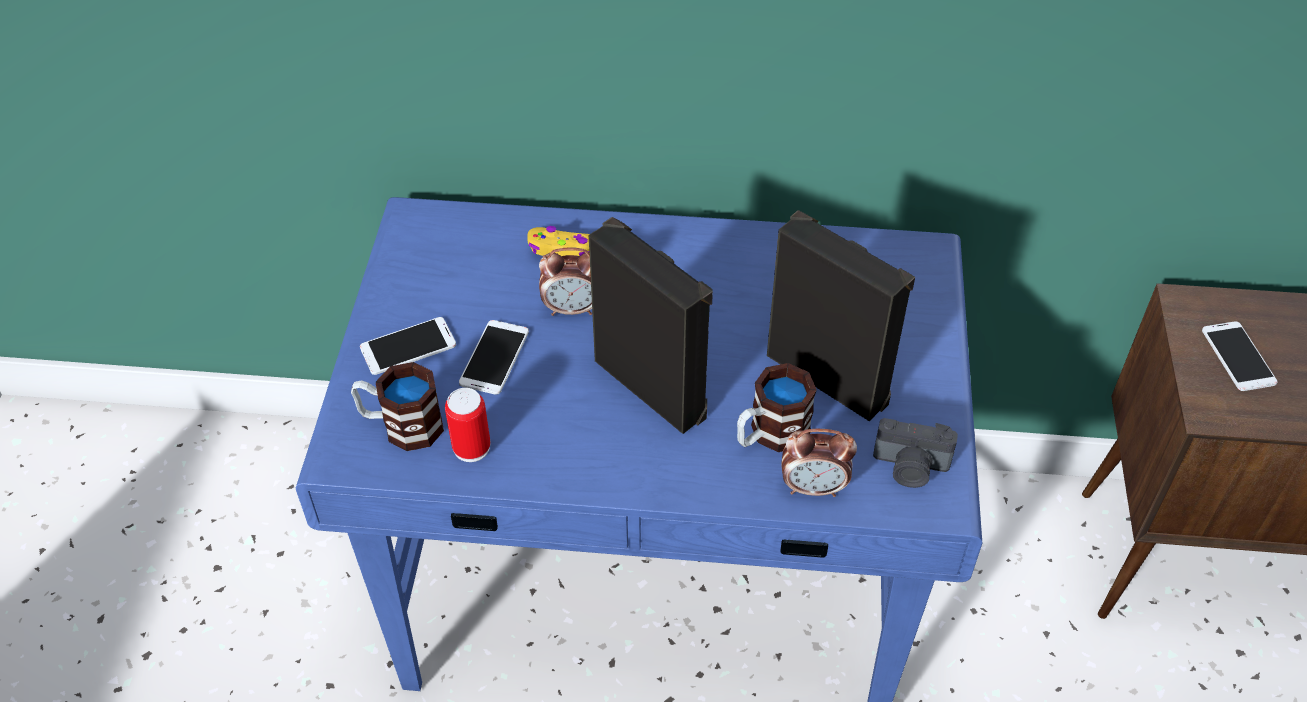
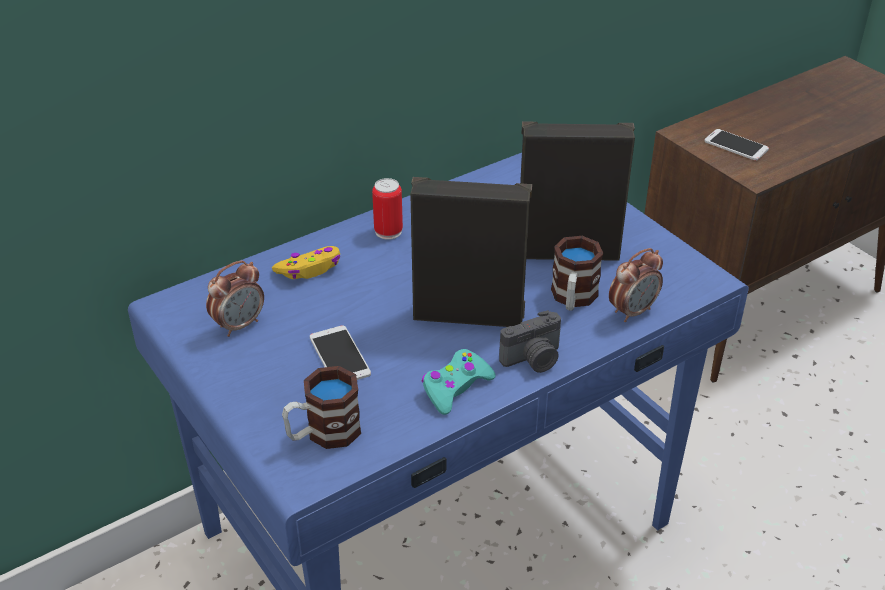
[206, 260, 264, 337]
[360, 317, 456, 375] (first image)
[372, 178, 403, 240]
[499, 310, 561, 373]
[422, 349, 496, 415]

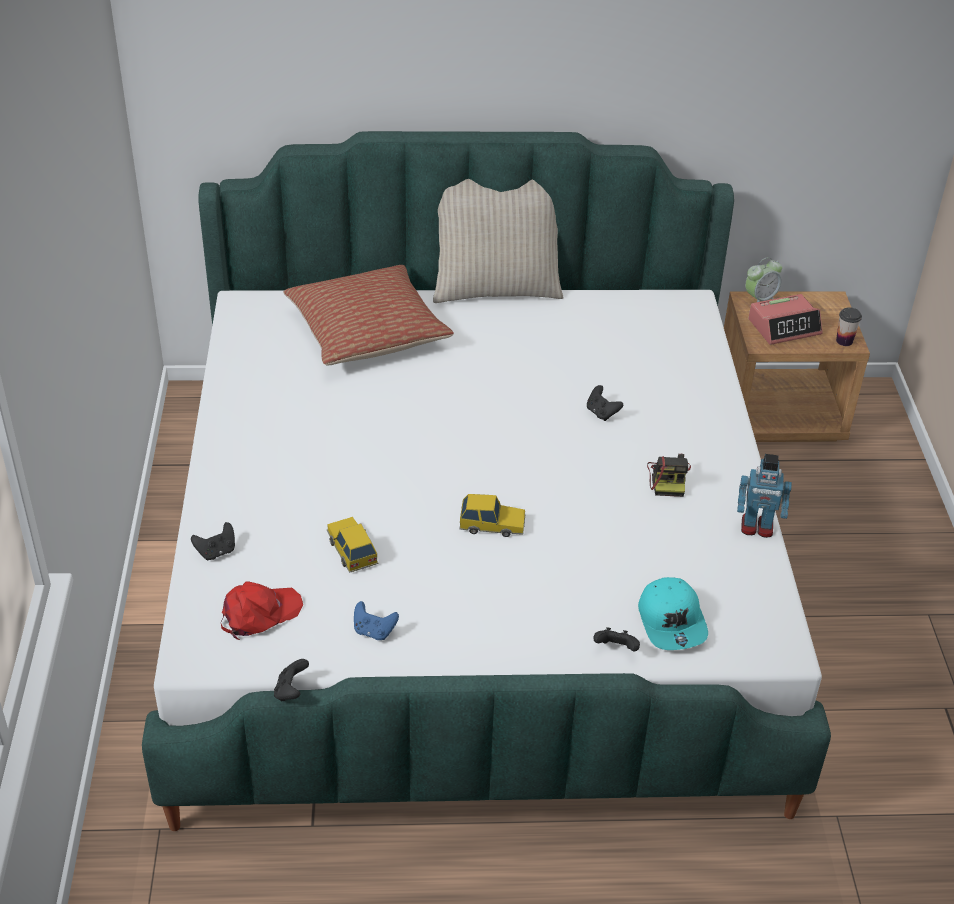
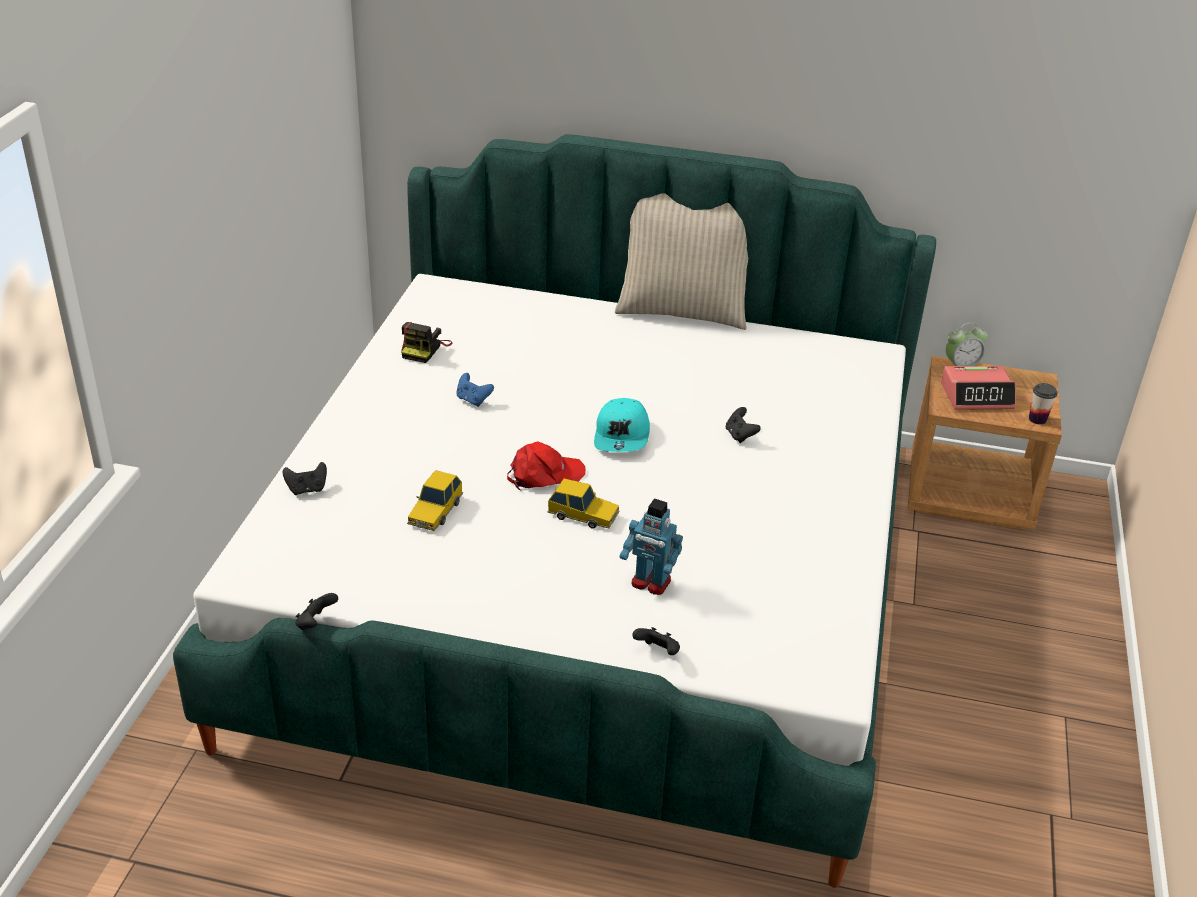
[284, 265, 454, 365] (first image)
[401, 322, 452, 363]
[620, 498, 683, 595]
[407, 470, 463, 531]
[594, 398, 650, 452]
[507, 441, 586, 490]
[456, 373, 494, 407]

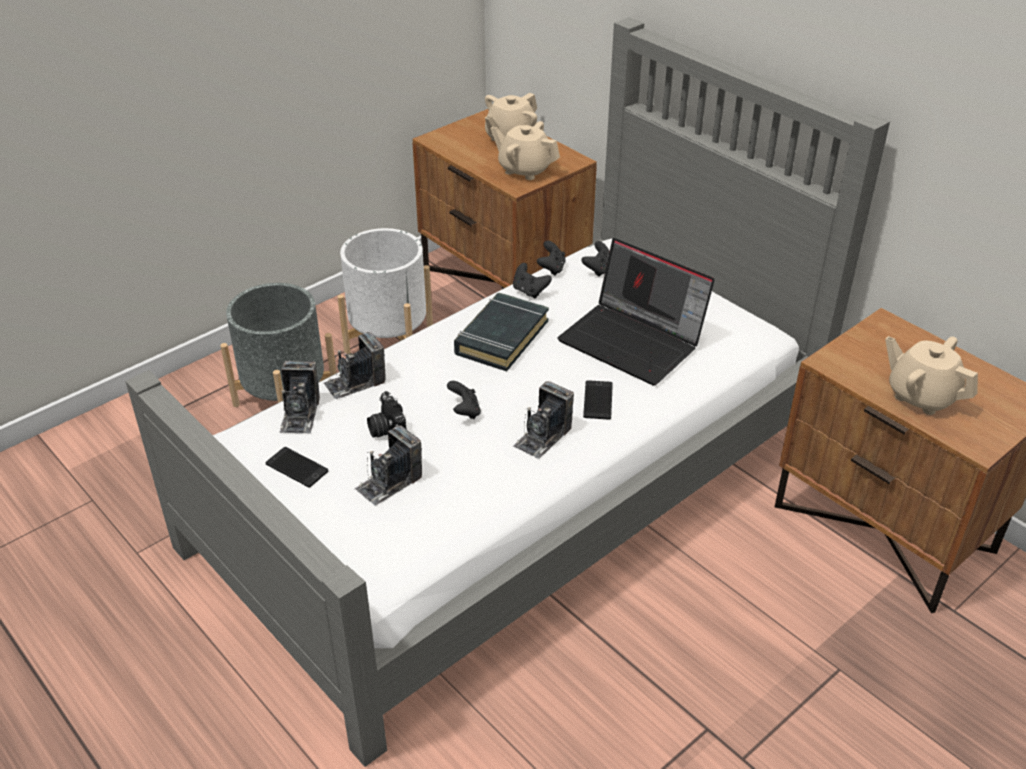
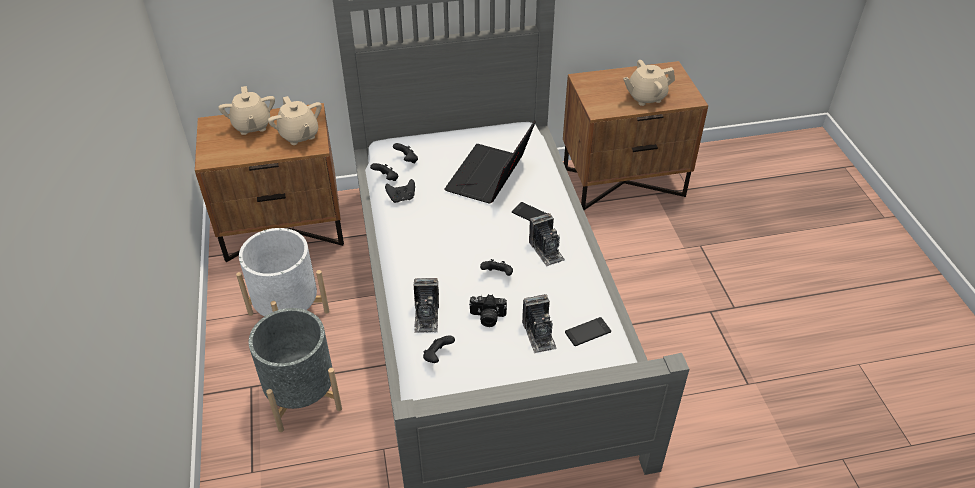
[268, 96, 322, 145]
[444, 120, 536, 204]
[454, 293, 549, 371] (first image)
[423, 335, 455, 363]
[565, 317, 611, 346]

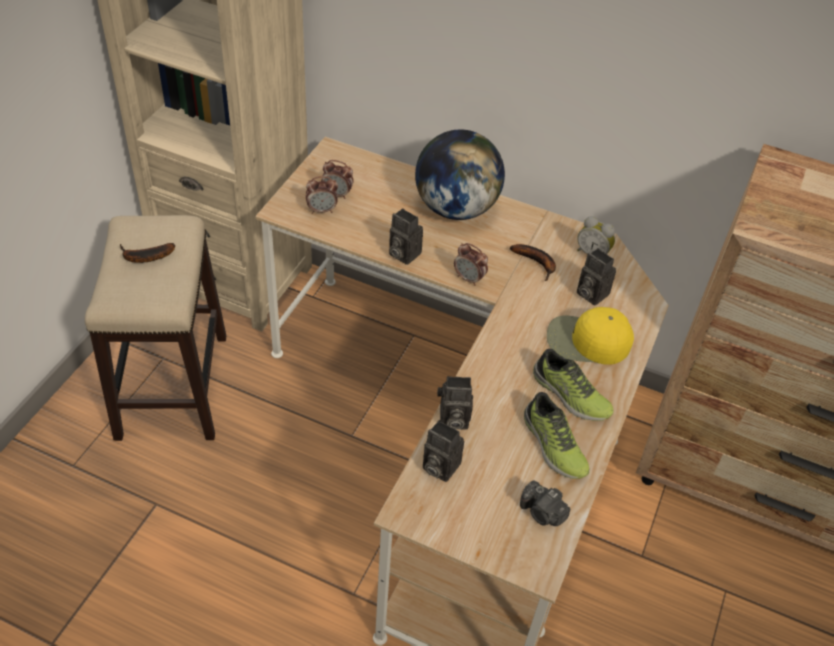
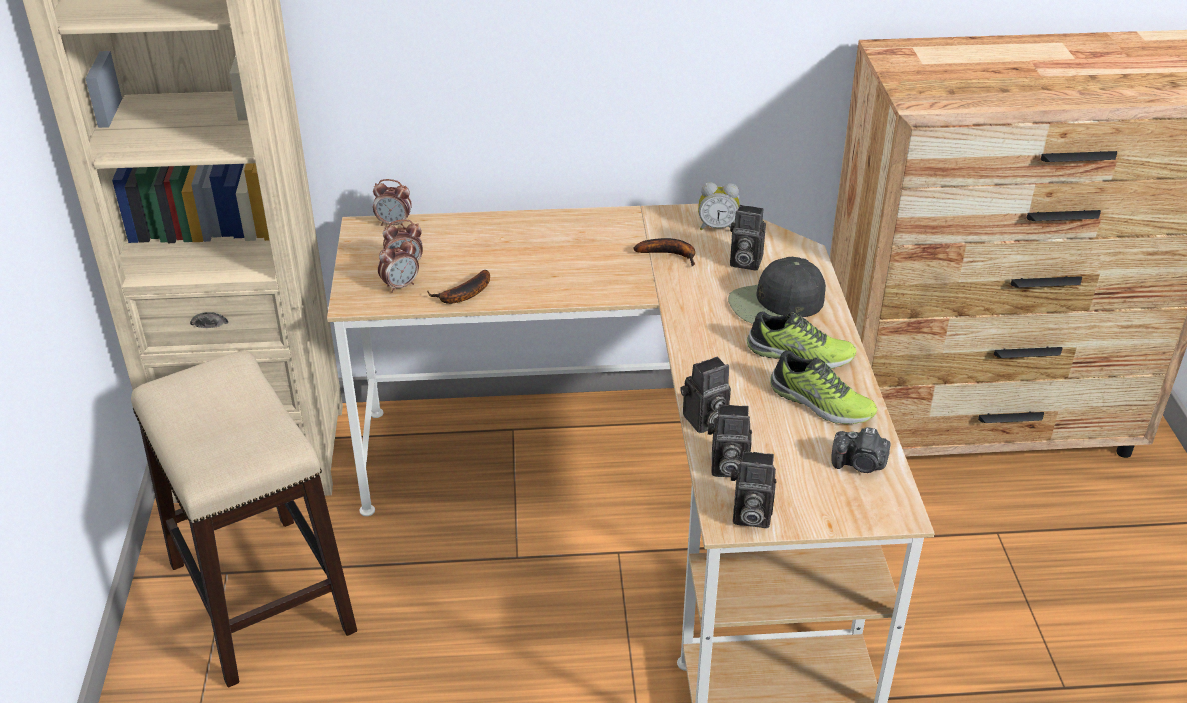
[415, 130, 505, 220] (first image)
[731, 451, 776, 528]
[427, 270, 490, 304]
[373, 179, 412, 228]
[728, 257, 826, 324]

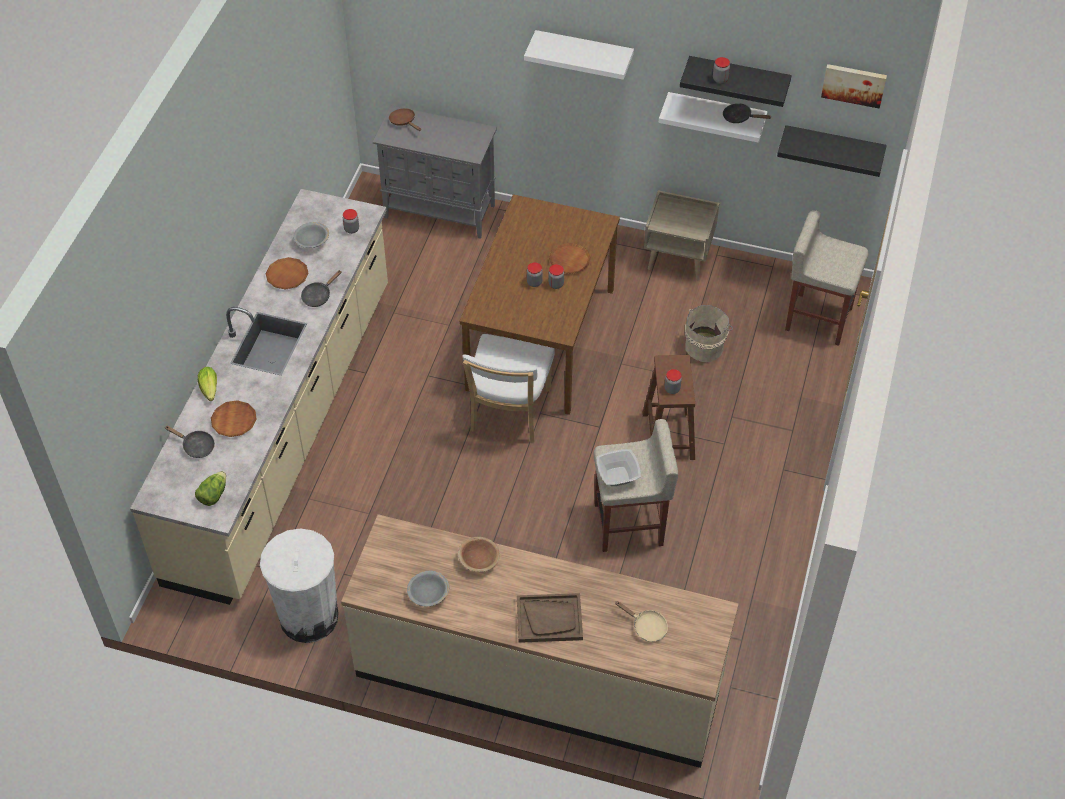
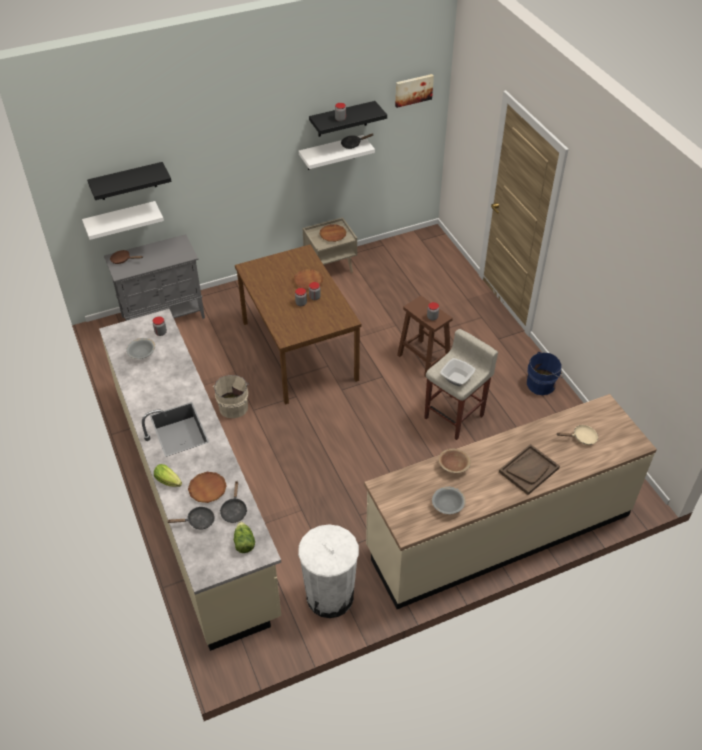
[82, 201, 164, 240]
[87, 162, 172, 200]
[785, 210, 868, 346] (first image)
[319, 224, 346, 242]
[220, 481, 247, 523]
[212, 375, 249, 418]
[463, 334, 555, 443] (first image)
[527, 351, 563, 395]

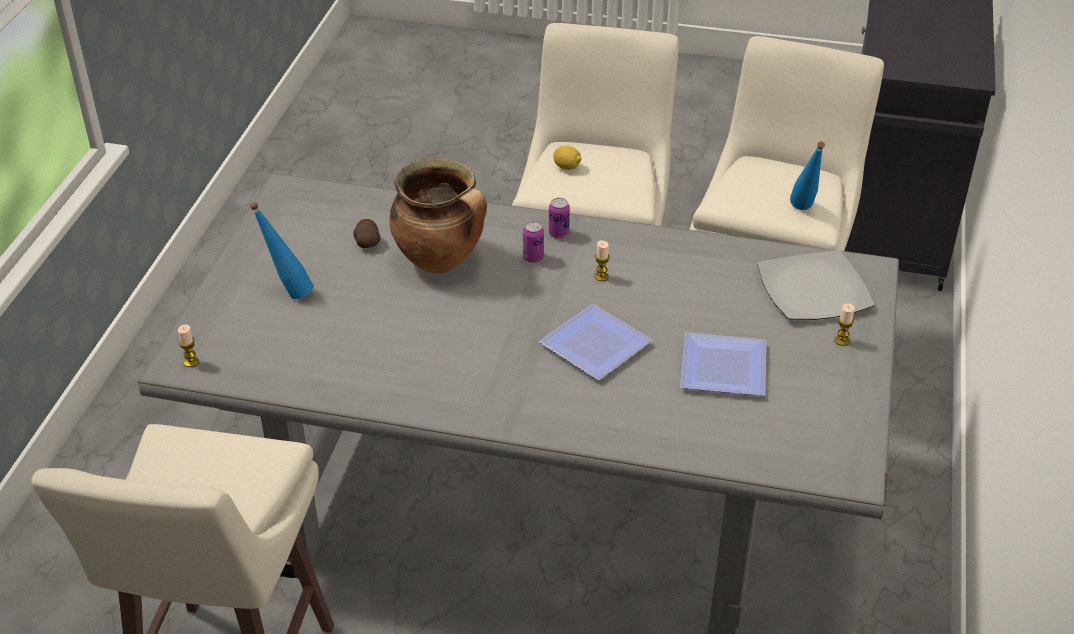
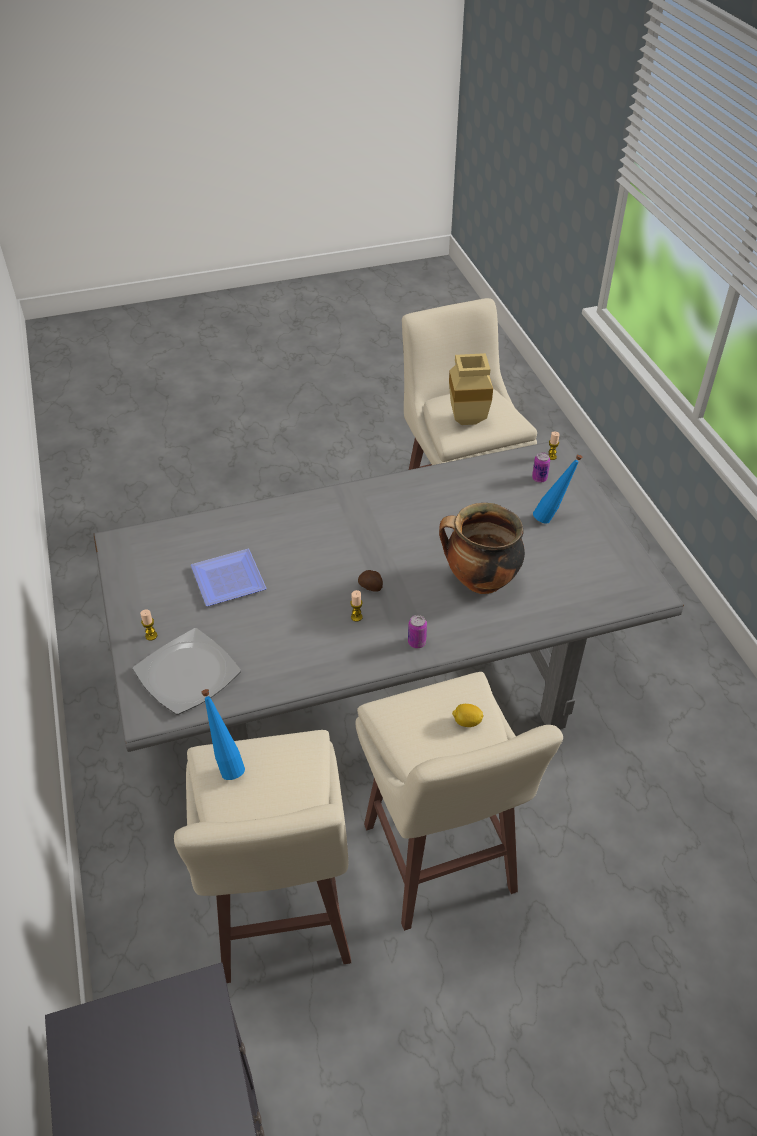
[358, 570, 383, 592]
[532, 452, 550, 483]
[539, 304, 652, 380] (first image)
[449, 353, 493, 425]

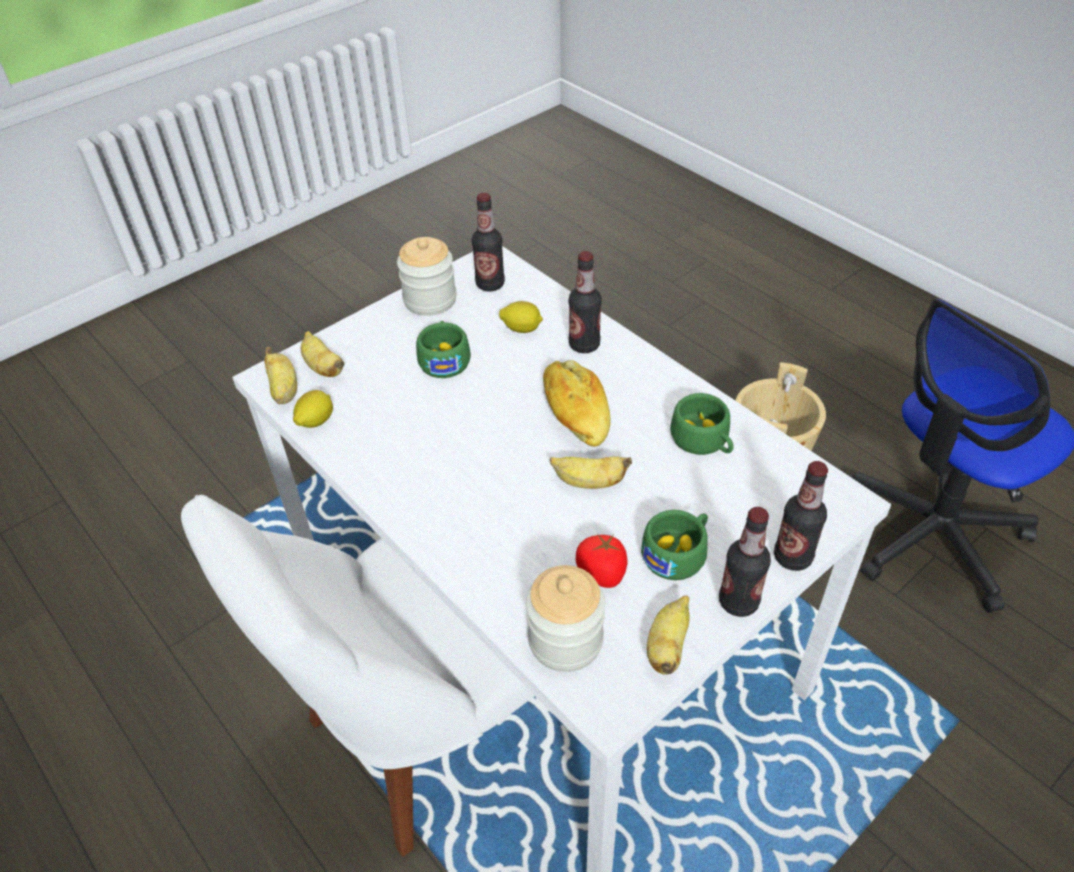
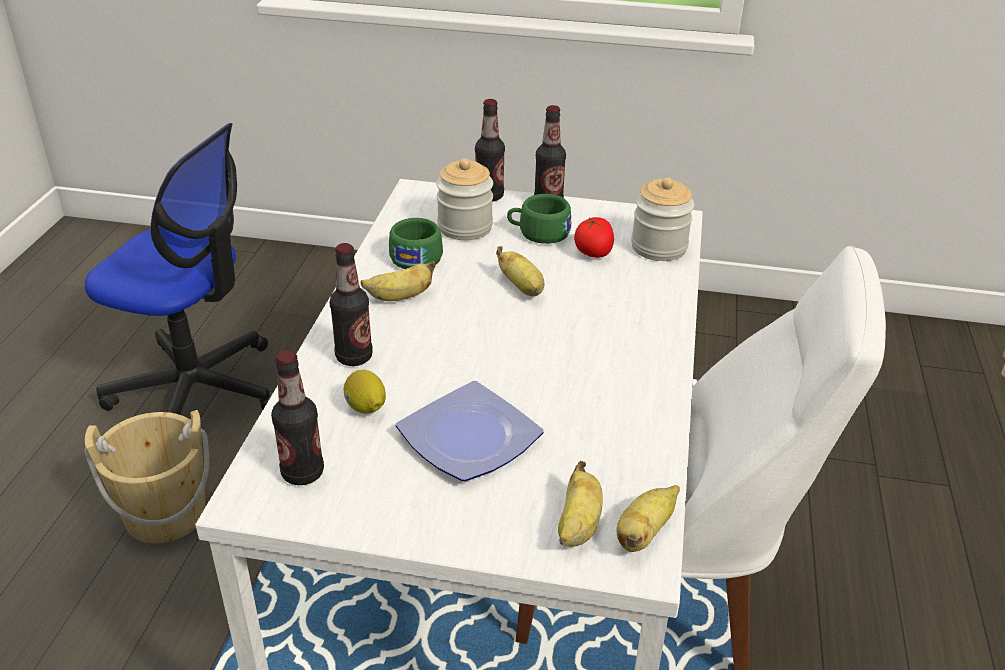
[436, 158, 493, 240]
[396, 381, 544, 481]
[543, 360, 610, 447] (first image)
[293, 390, 333, 428] (first image)
[361, 261, 435, 301]

